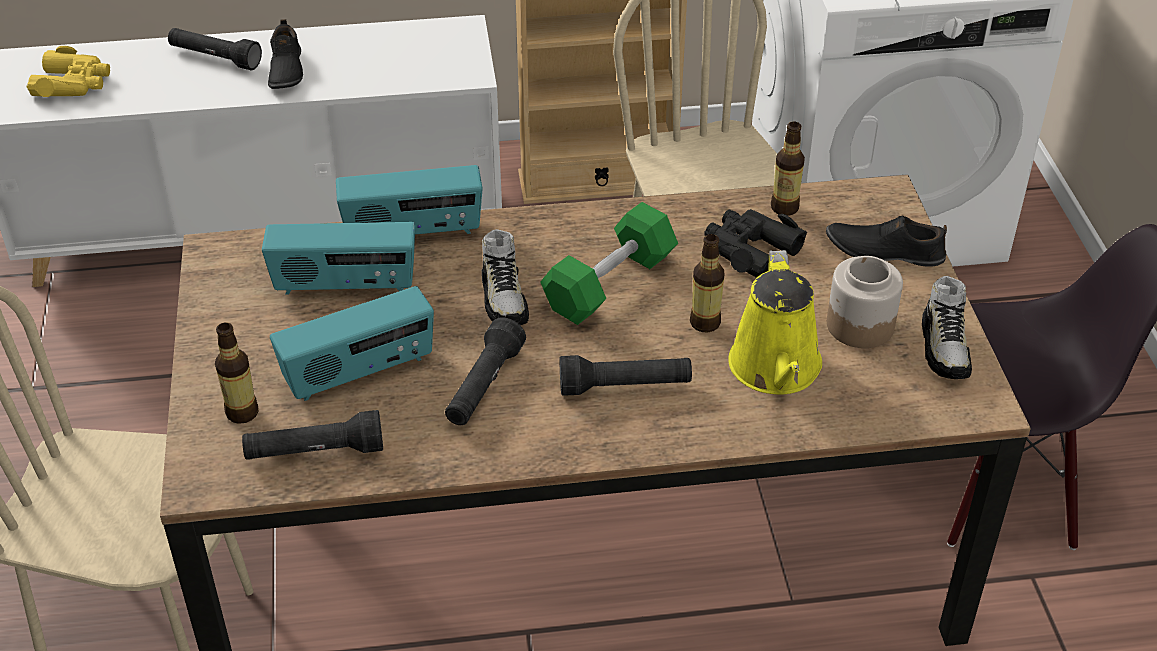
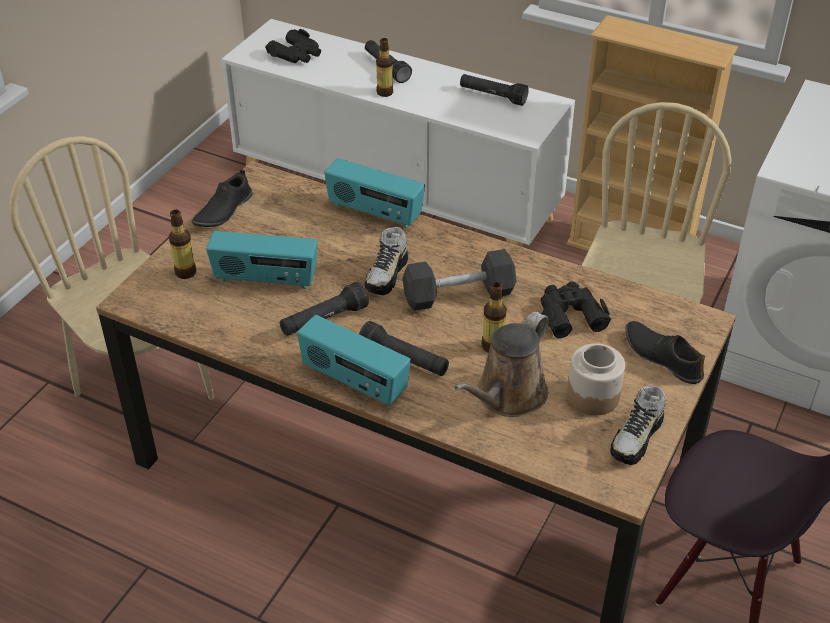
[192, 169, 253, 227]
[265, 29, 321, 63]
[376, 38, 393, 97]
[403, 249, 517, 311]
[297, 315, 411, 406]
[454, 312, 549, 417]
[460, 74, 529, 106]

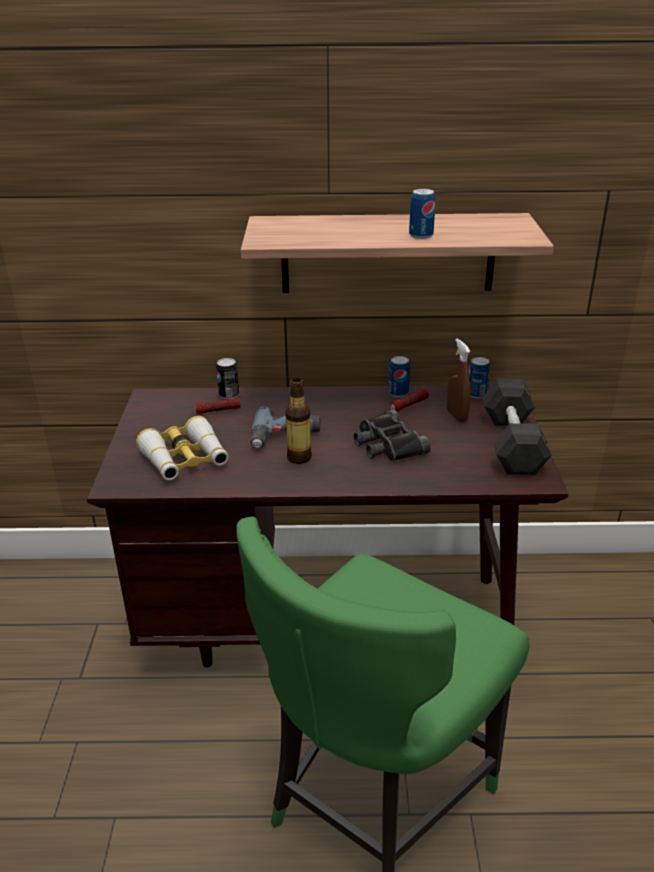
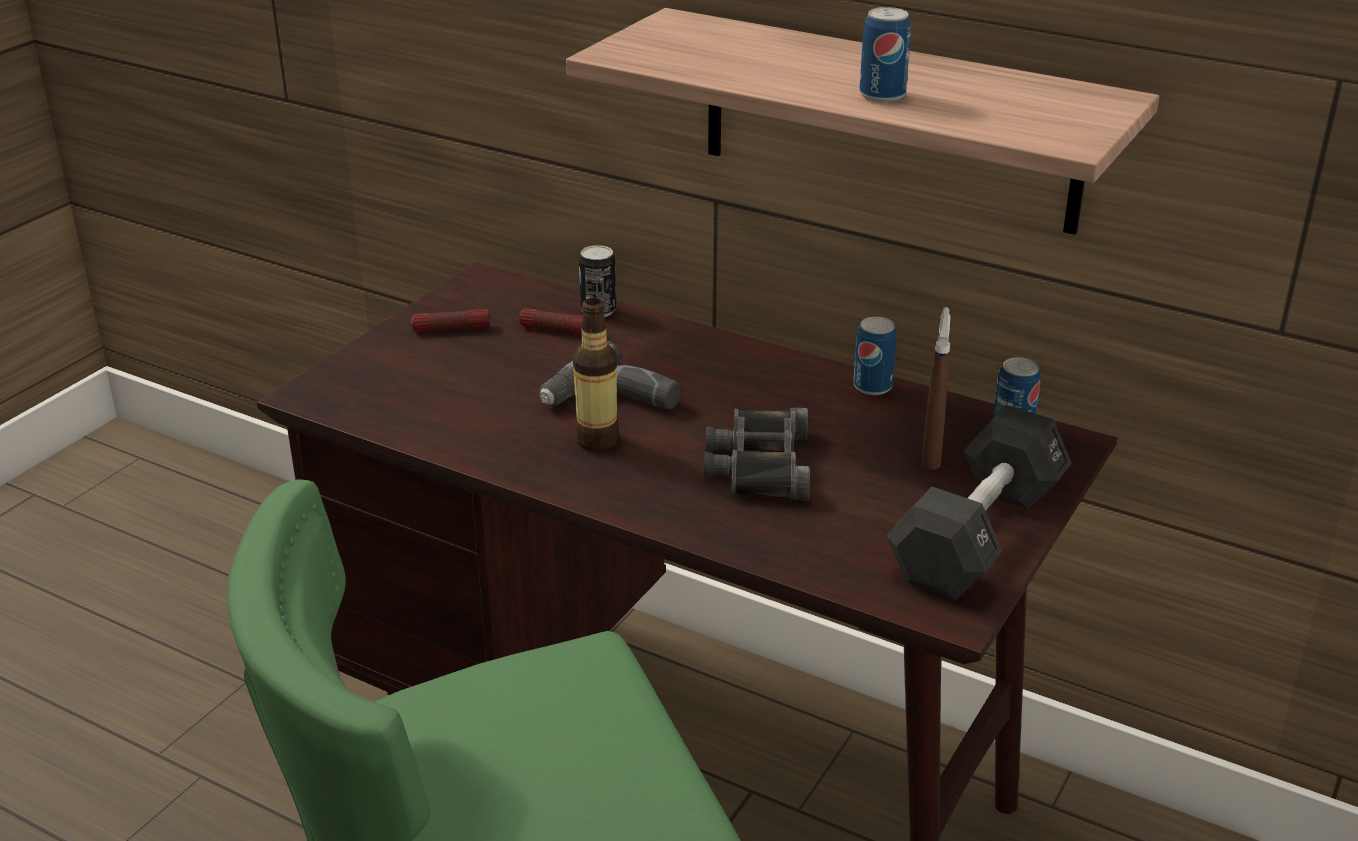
[412, 309, 490, 332]
[136, 416, 228, 480] (first image)

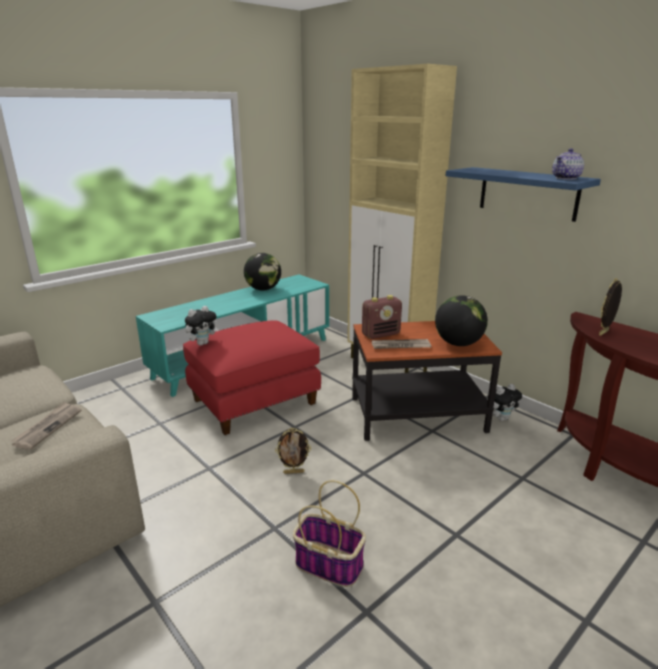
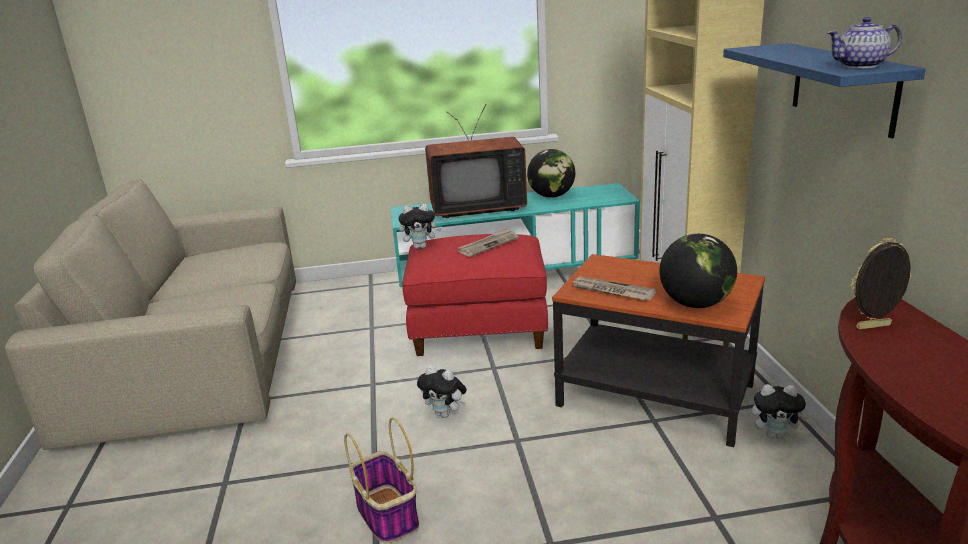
[362, 295, 402, 339] (first image)
[458, 228, 518, 257]
[417, 365, 467, 418]
[425, 105, 527, 218]

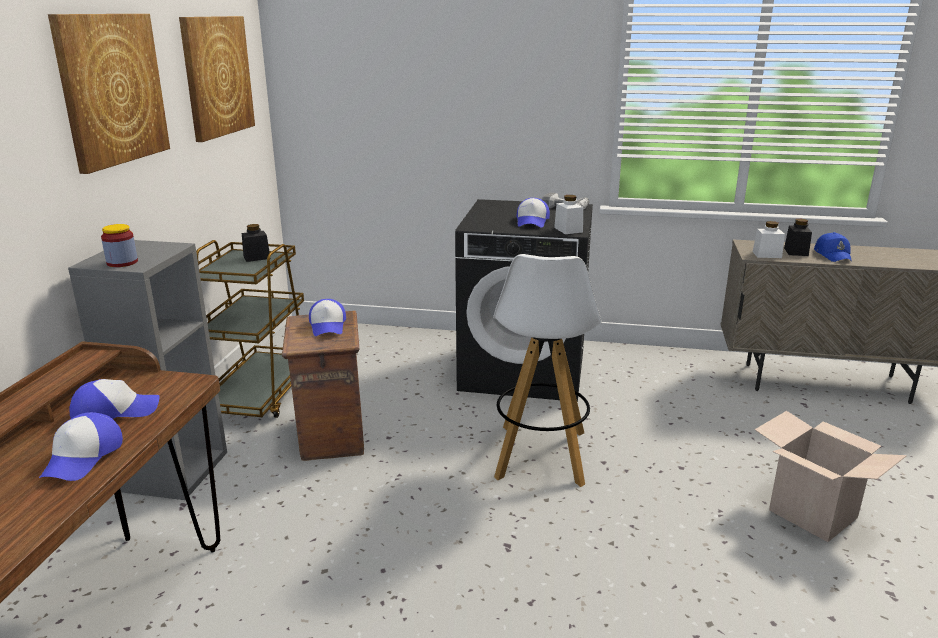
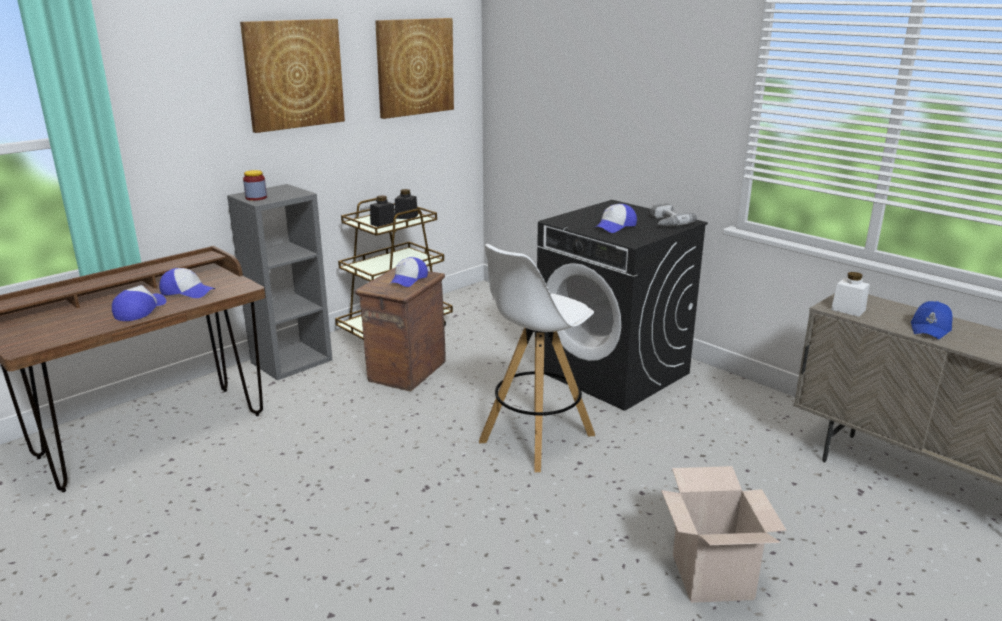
[554, 195, 583, 234] (first image)
[370, 195, 395, 227]
[112, 285, 166, 321]

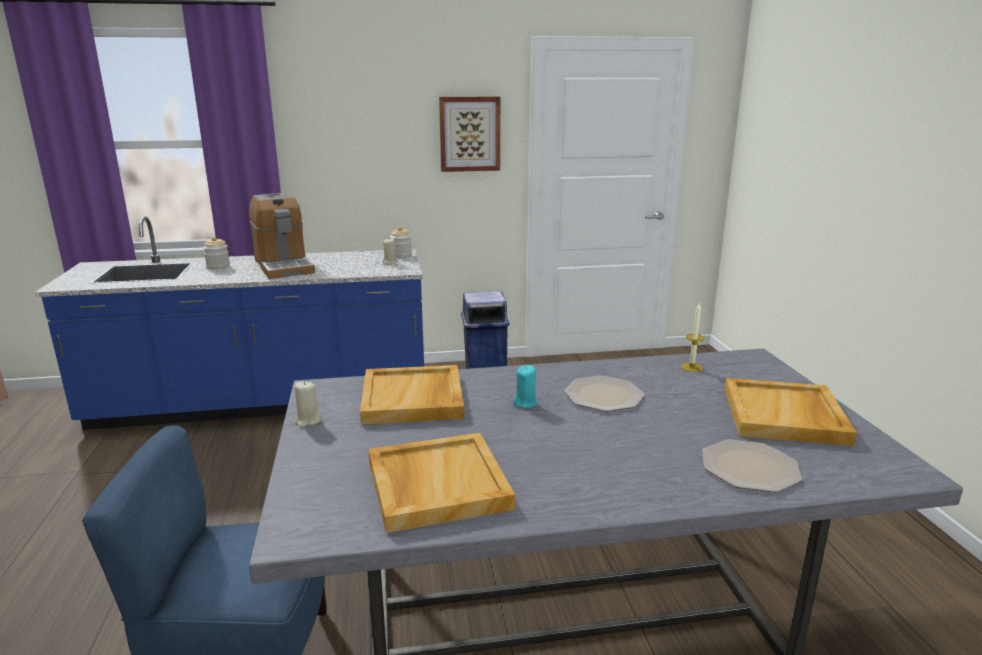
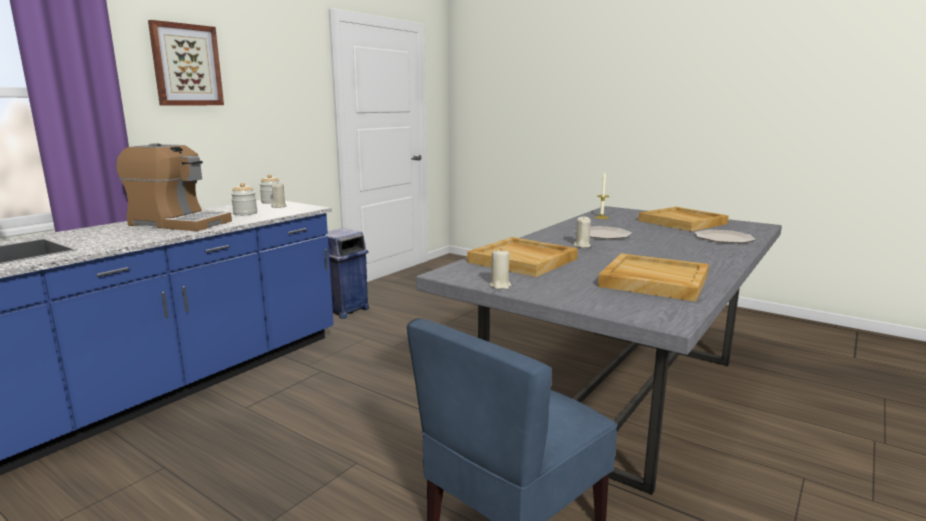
[148, 20, 224, 106]
[231, 182, 257, 216]
[574, 216, 591, 248]

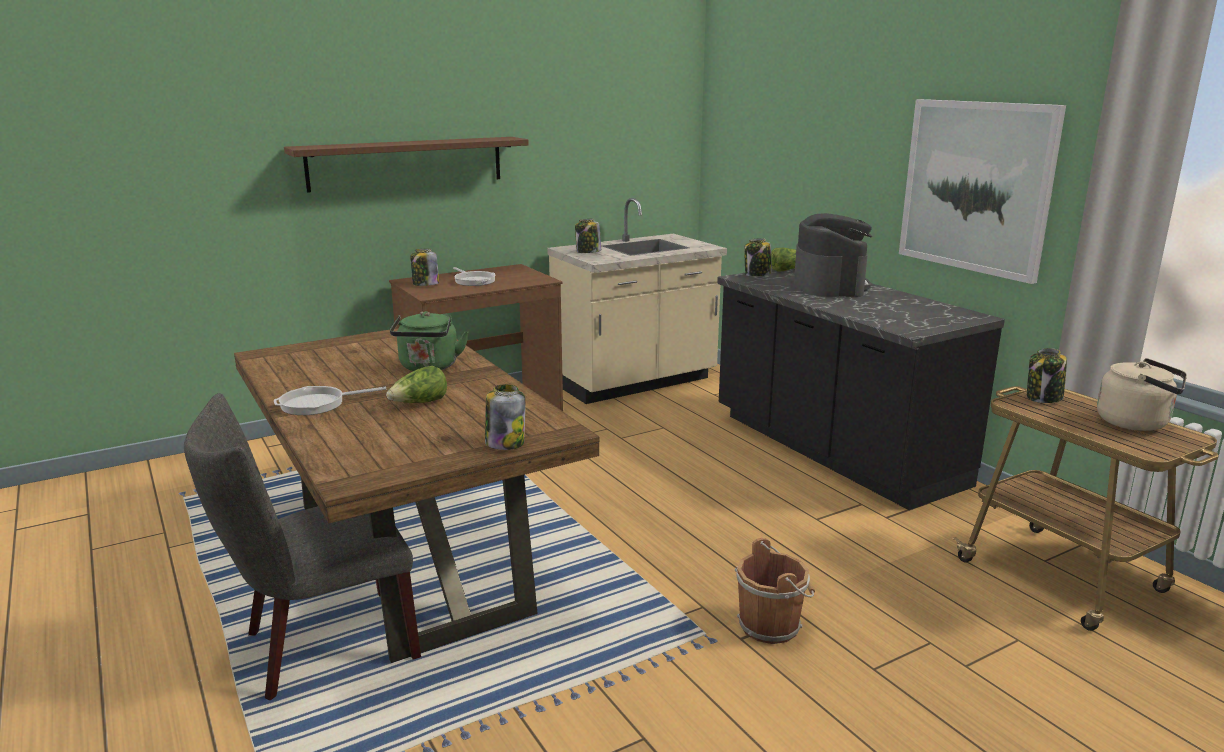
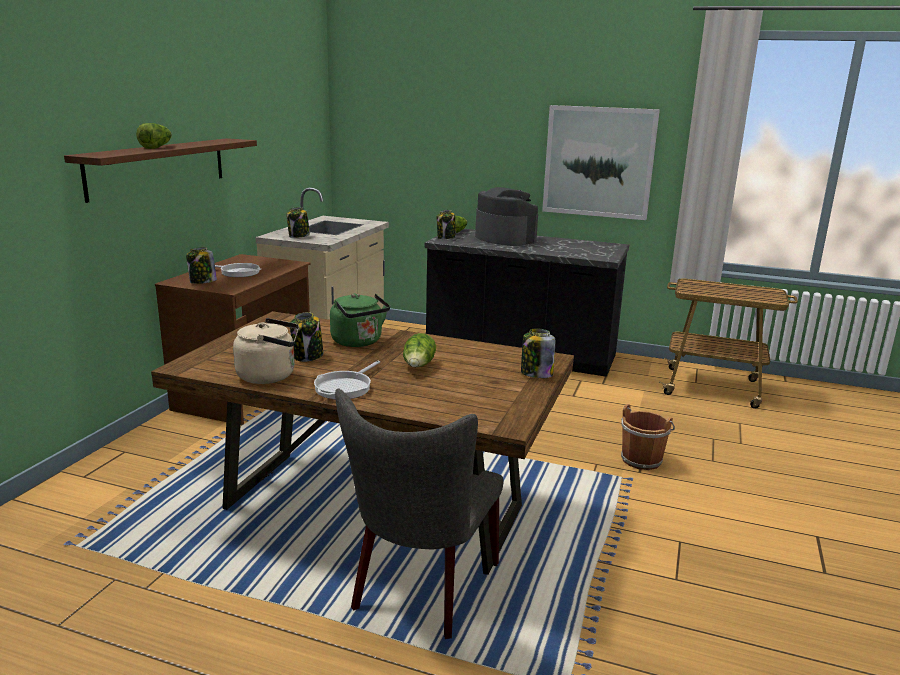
[290, 312, 323, 362]
[233, 318, 299, 384]
[136, 123, 172, 149]

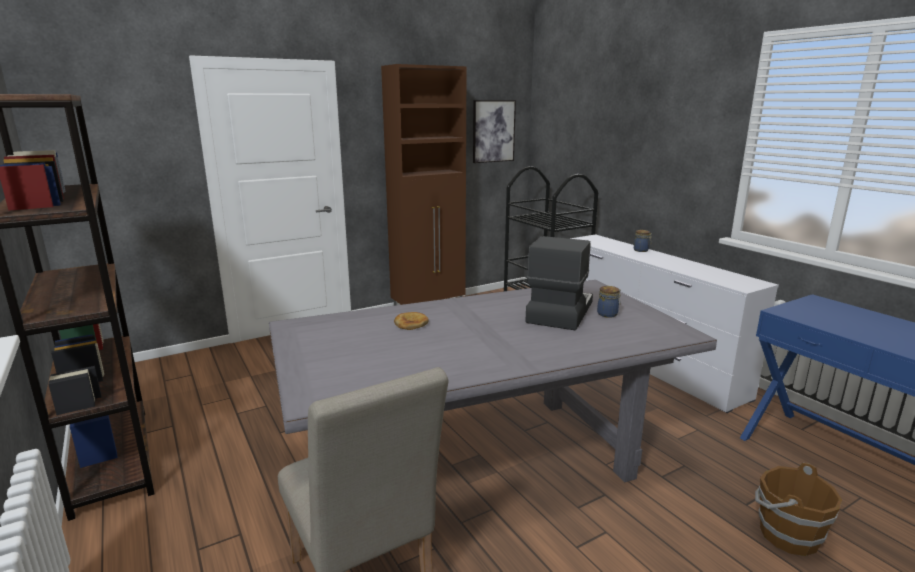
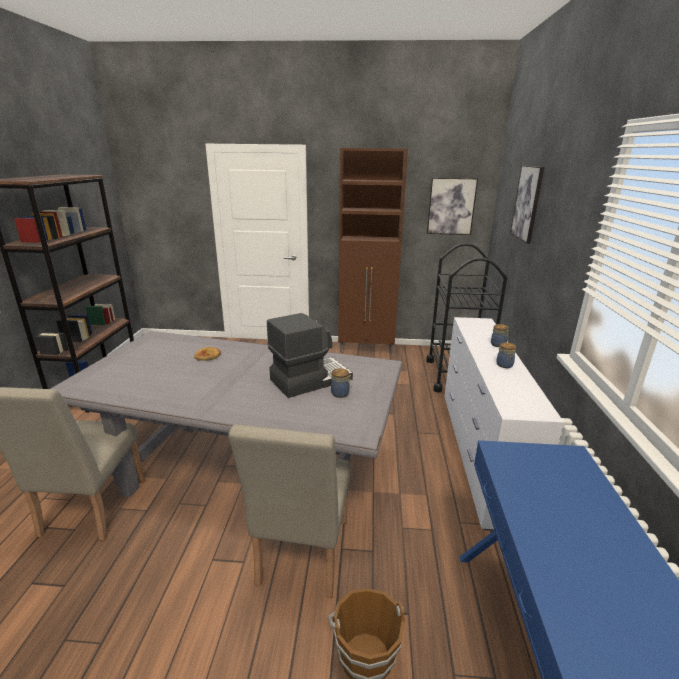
[510, 165, 544, 244]
[496, 342, 516, 368]
[228, 424, 351, 598]

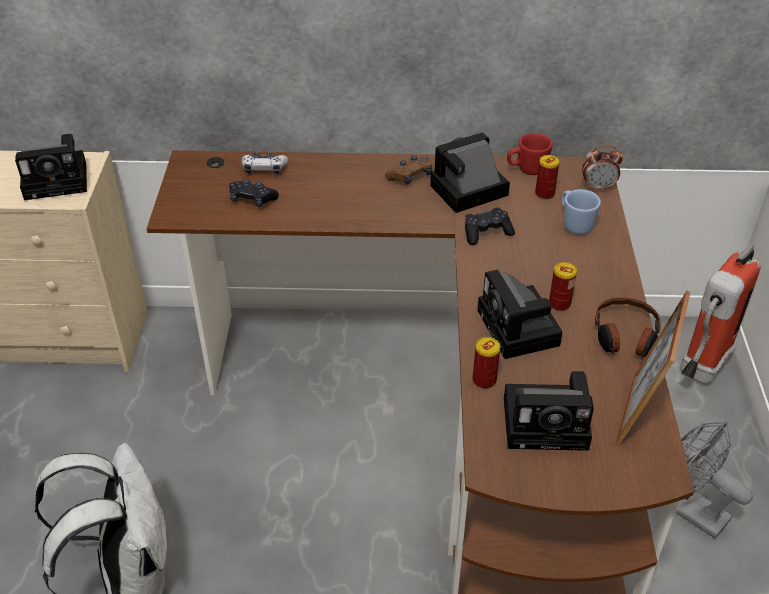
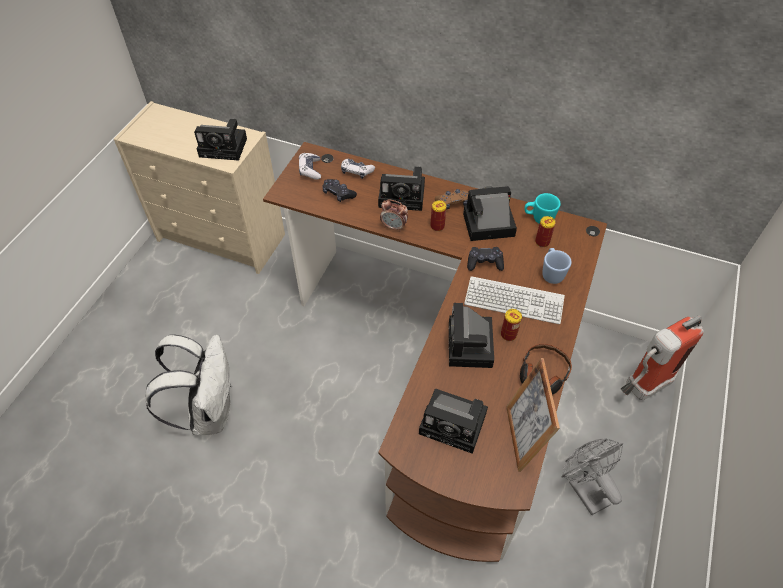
[524, 193, 561, 224]
[380, 200, 408, 232]
[506, 358, 560, 472]
[430, 200, 447, 231]
[299, 153, 321, 180]
[378, 166, 425, 211]
[464, 276, 565, 324]

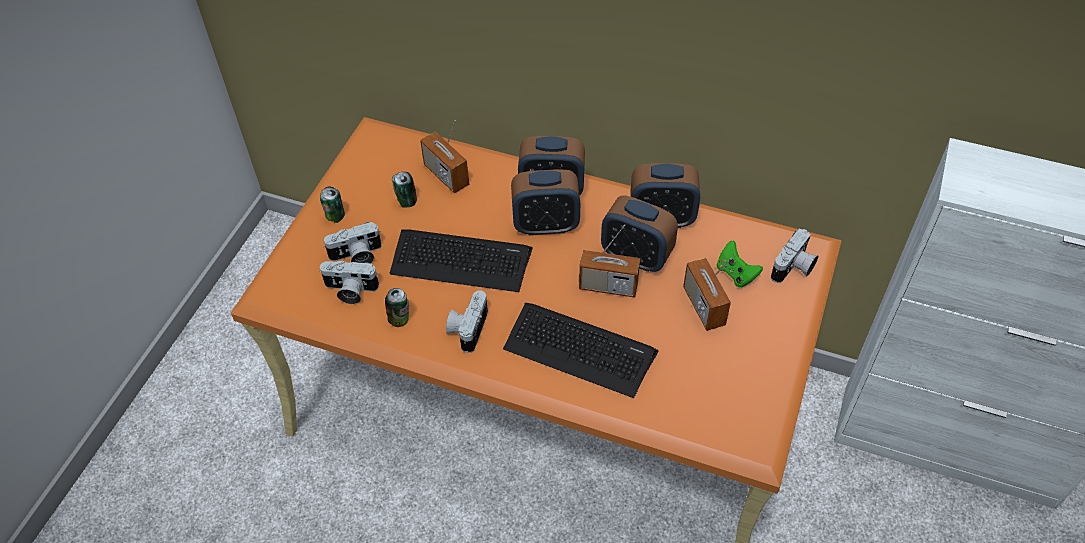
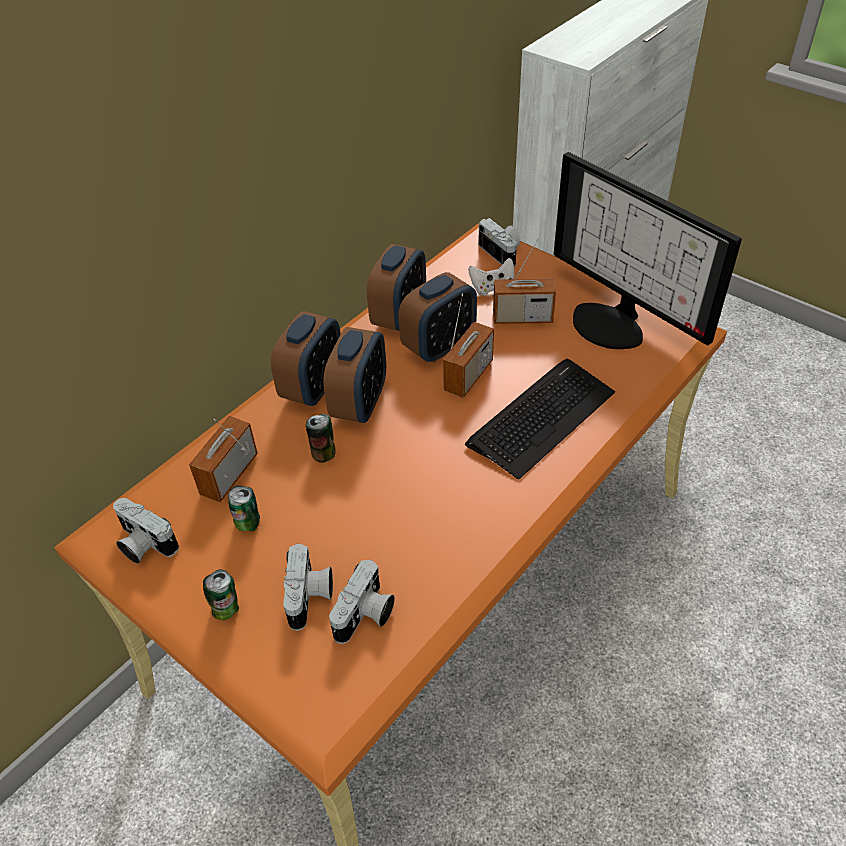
[189, 416, 258, 502]
[390, 230, 533, 292] (first image)
[468, 258, 515, 296]
[306, 413, 336, 463]
[113, 498, 179, 564]
[554, 152, 742, 349]

